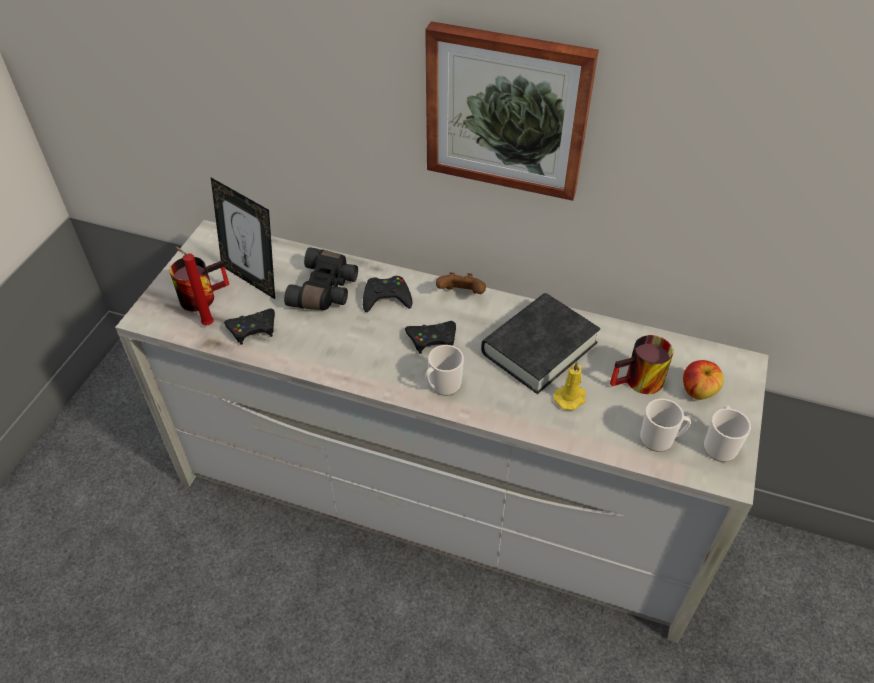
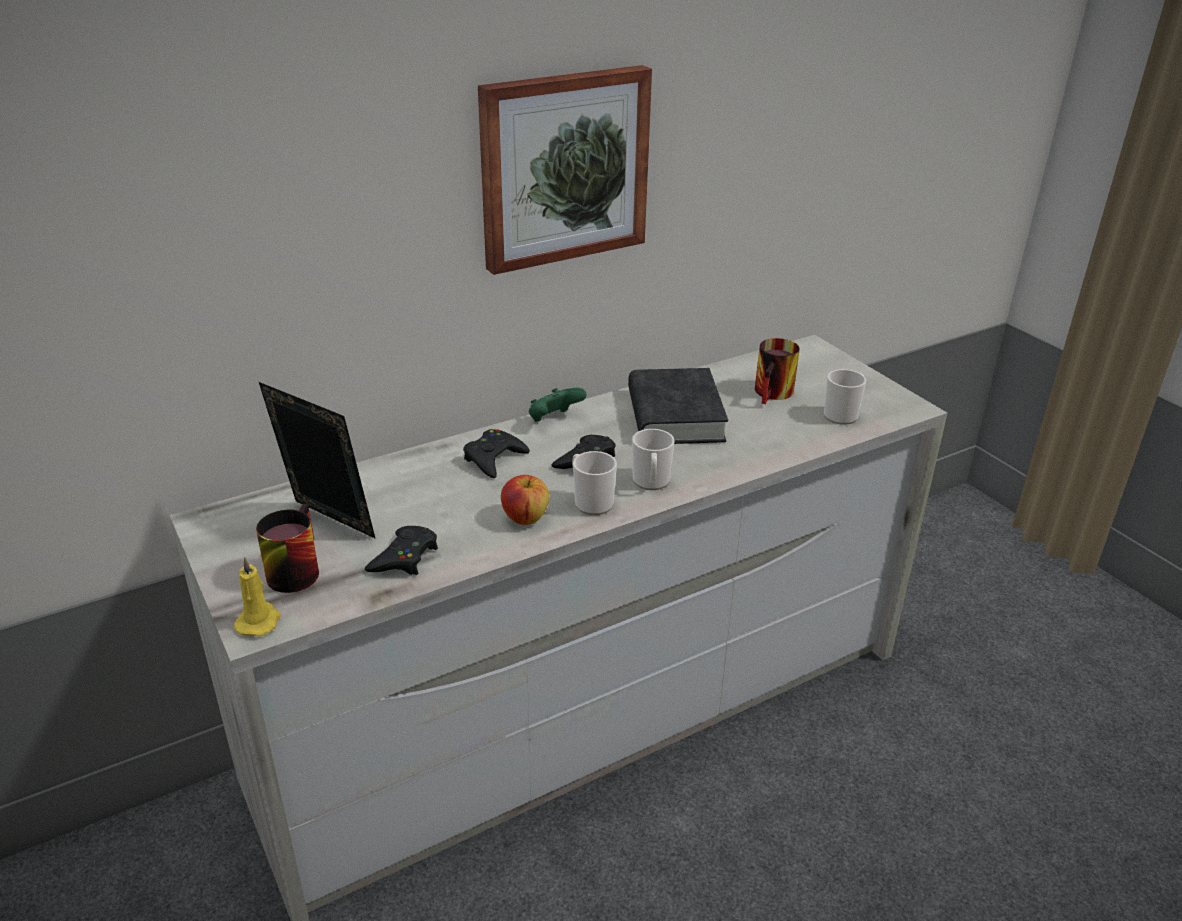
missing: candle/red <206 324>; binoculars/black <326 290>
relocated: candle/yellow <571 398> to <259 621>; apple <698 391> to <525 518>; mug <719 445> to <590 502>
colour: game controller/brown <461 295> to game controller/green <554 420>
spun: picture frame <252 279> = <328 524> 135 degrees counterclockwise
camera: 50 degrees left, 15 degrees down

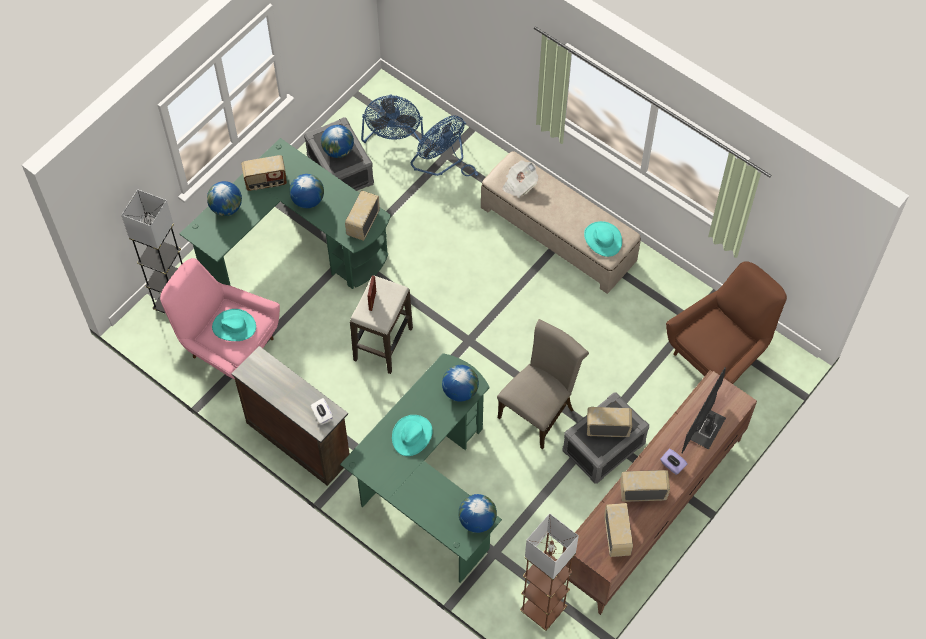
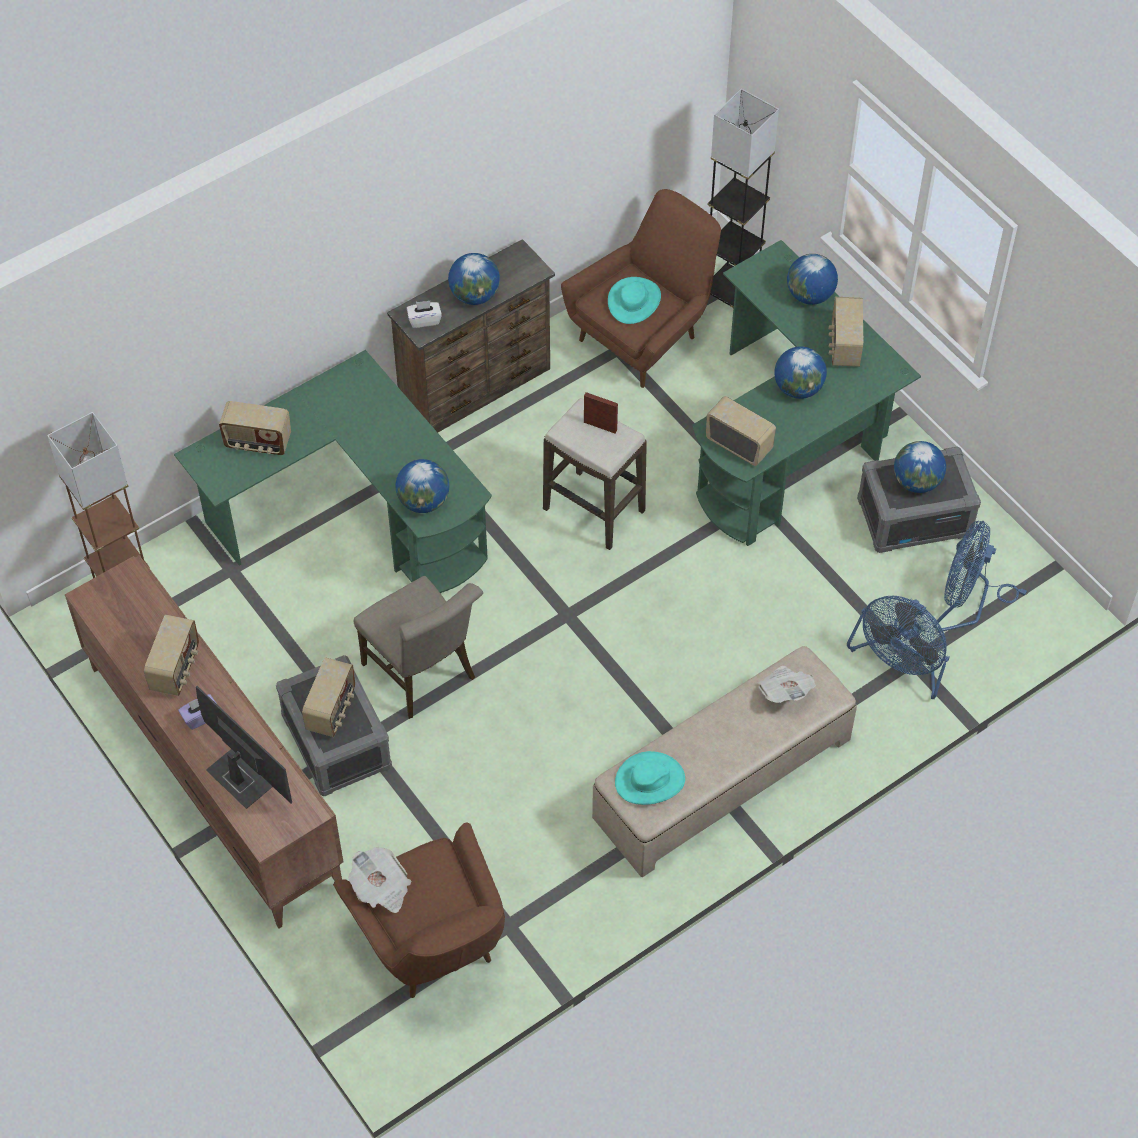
missing: hat/turquoise <412 435>
appeared: newspaper <381 888>
relocated: radio <617 536> to <258 443>; globe <477 520> to <475 295>
colour: armchair/pink <227 347> to armchair/brown <644 337>
spun: fan/blue <446 161> = <899 658> 150 degrees clockwise
camera: 105 degrees right, 5 degrees down

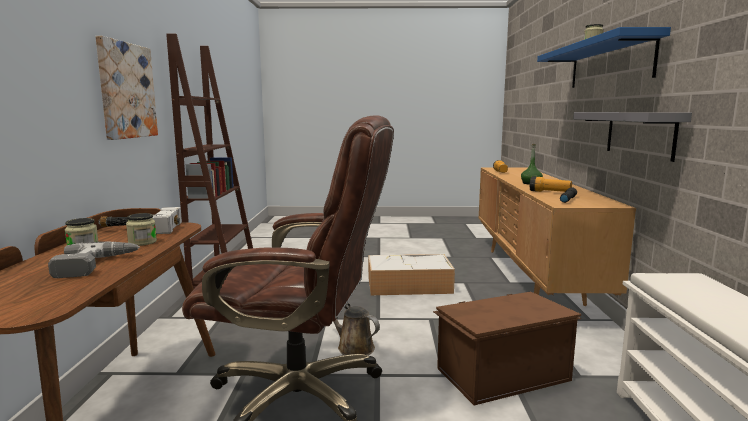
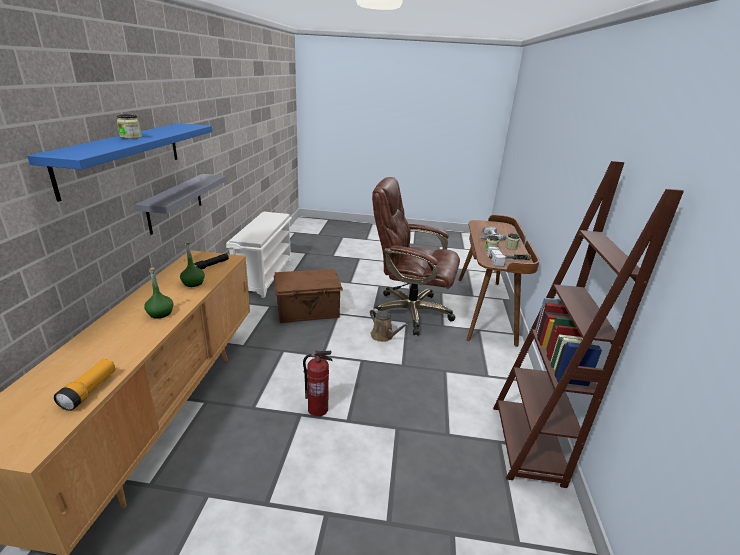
missing: picture <126 91>
exchanged: flashlight <550 192> to bottle/green <193 283>; storage box <407 285> to fire extinguisher <318 409>
camera: 175 degrees left, 15 degrees up

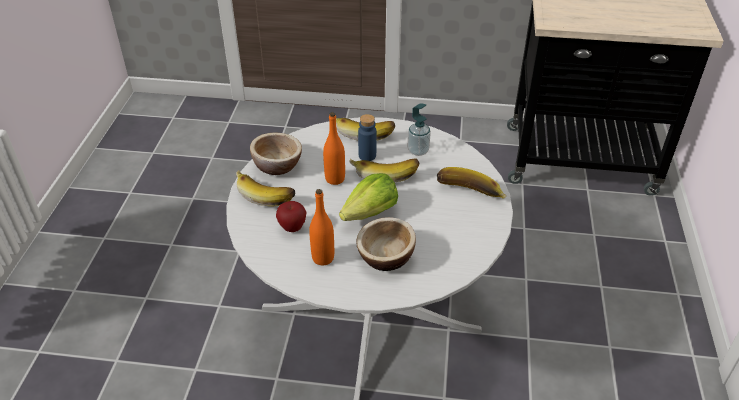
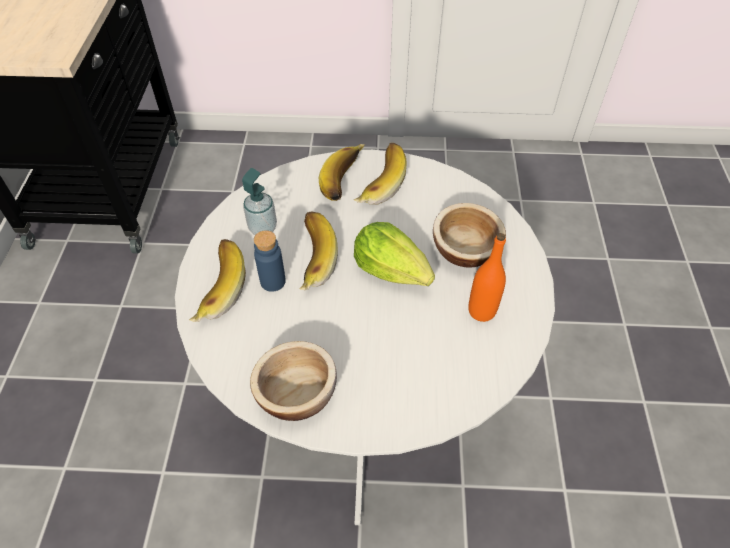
missing: apple <292 228>; bottle/orange <335 179>
relocated: banana <266 194> to <377 183>
camera: 95 degrees left, 10 degrees up

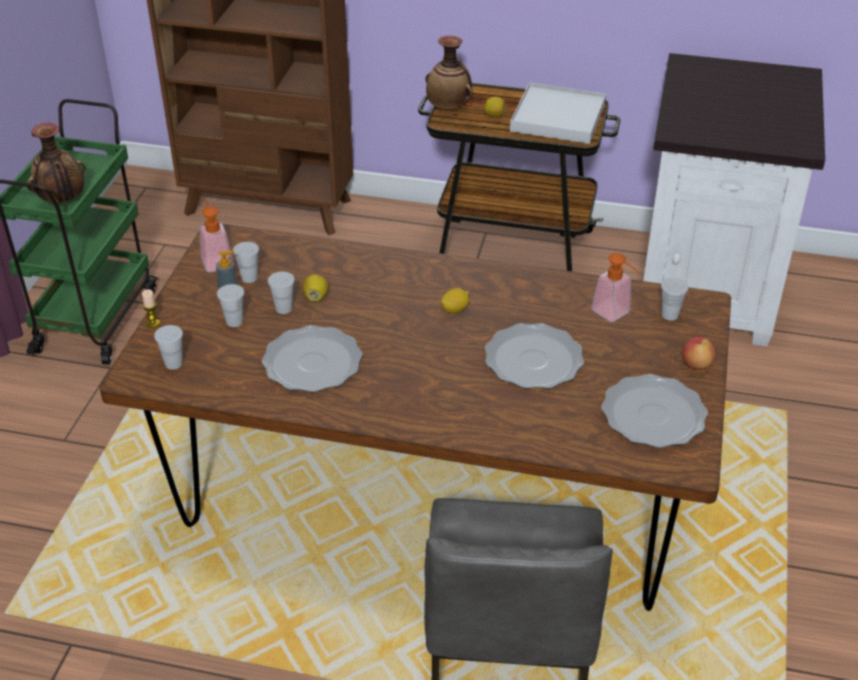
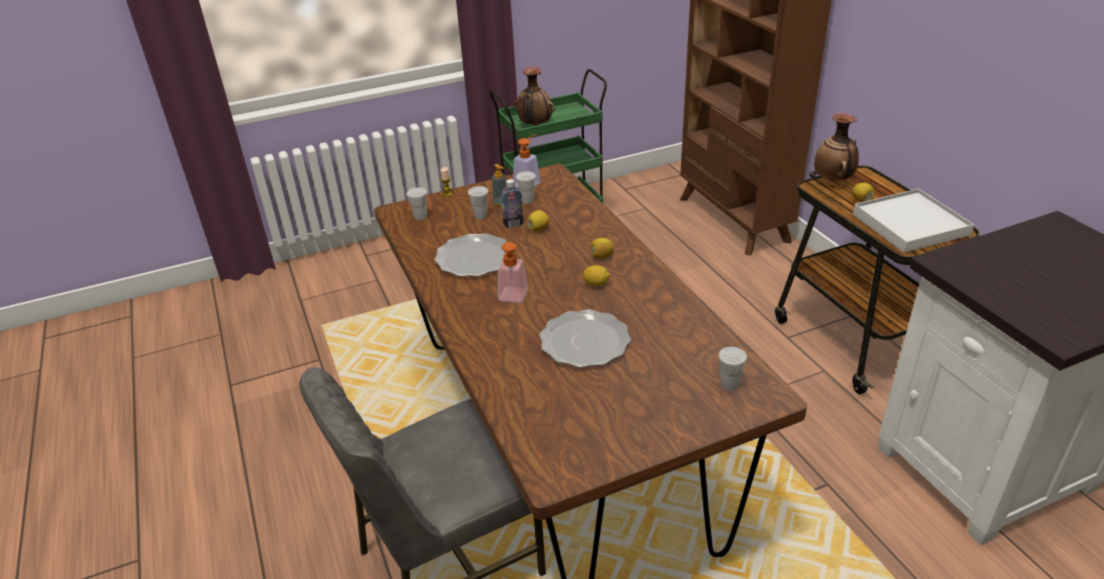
missing: plate <652 415>; apple <696 364>
appeared: lemon <601 257>
relocated: soap dispenser <615 314> to <511 299>
exchanged: cup/white <284 308> to bottle <513 224>
camera: 55 degrees right, 5 degrees down

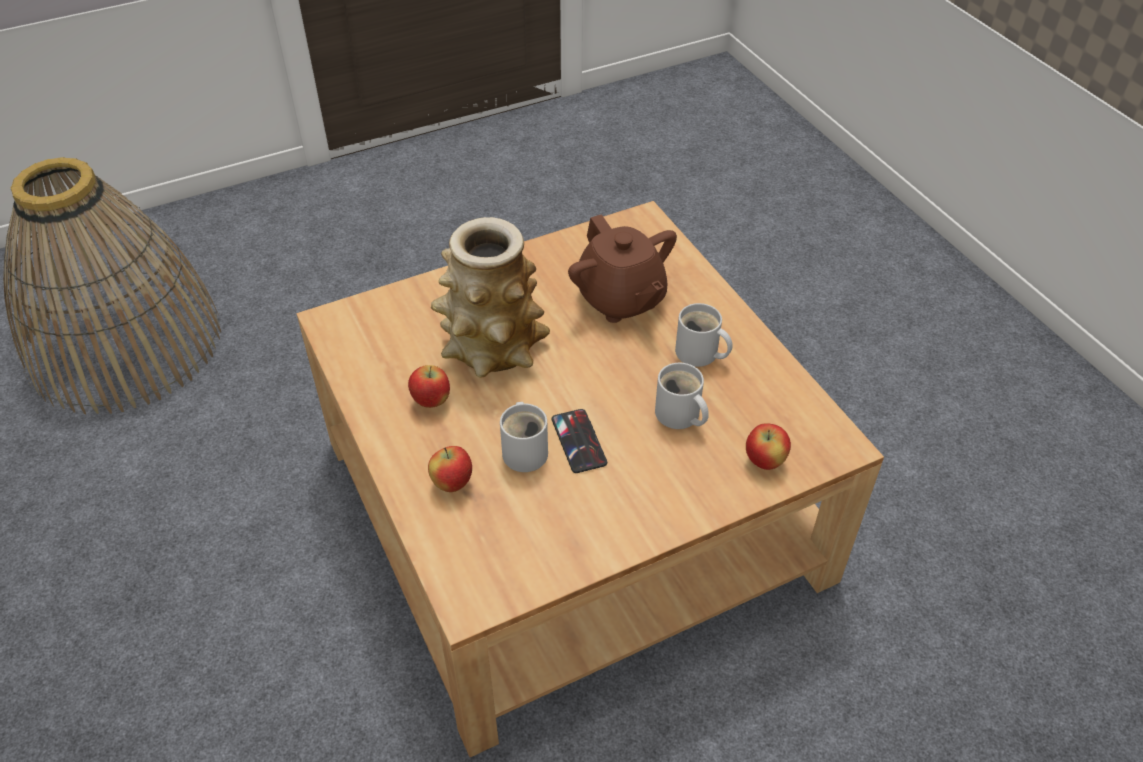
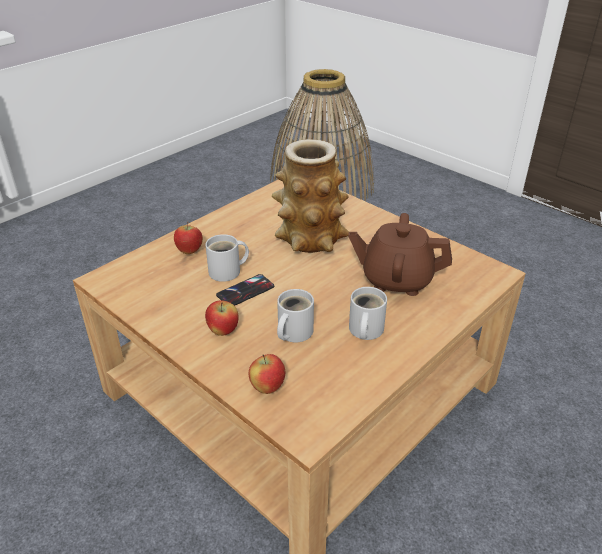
relocated: apple <431 401> to <223 331>
spun: teapot/brown <621 299> = <396 280> 60 degrees clockwise
camera: 70 degrees right, 10 degrees down

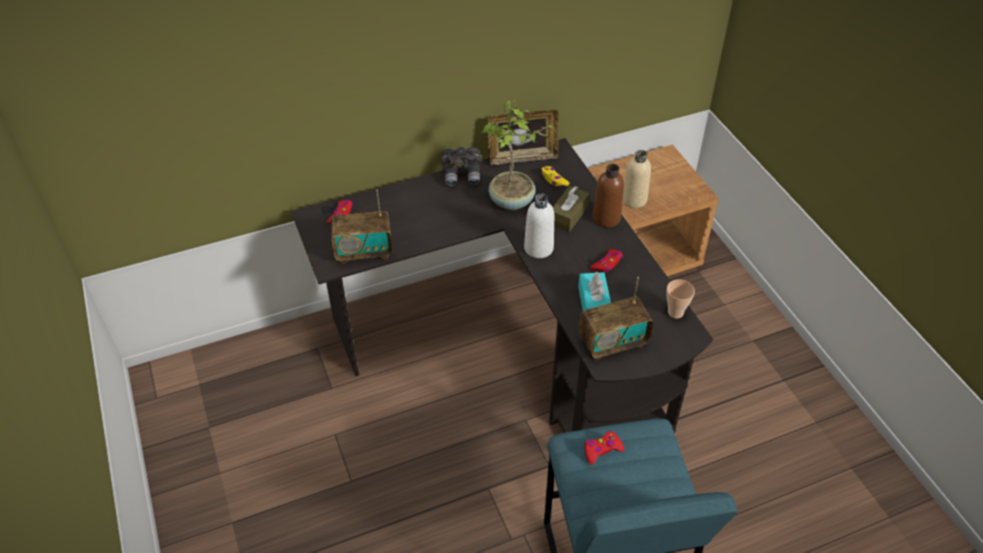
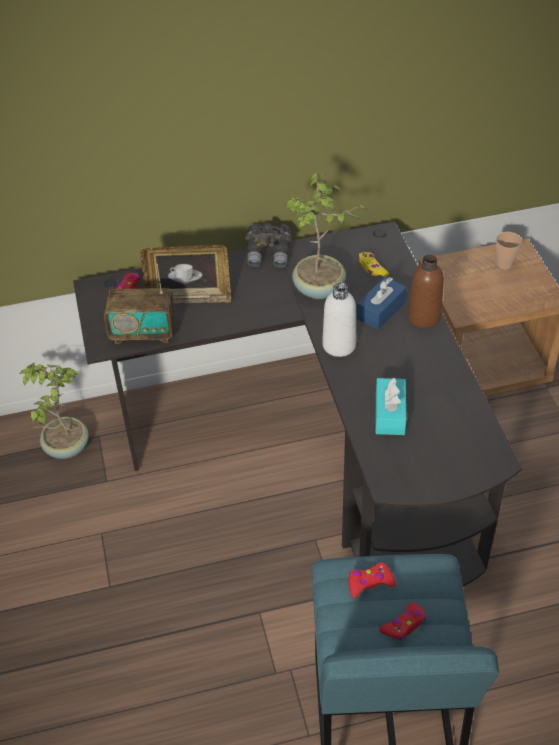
missing: radio <612 343>; bottle/beige <634 200>
appeared: potted plant <65 447>
relocated: picture frame <522 157> to <189 297>; game controller/red <607 264> to <404 625>; cup <675 312> to <504 264>
colour: tissue box/brown <568 215> to tissue box/blue <381 310>
camera: 10 degrees right, 0 degrees up

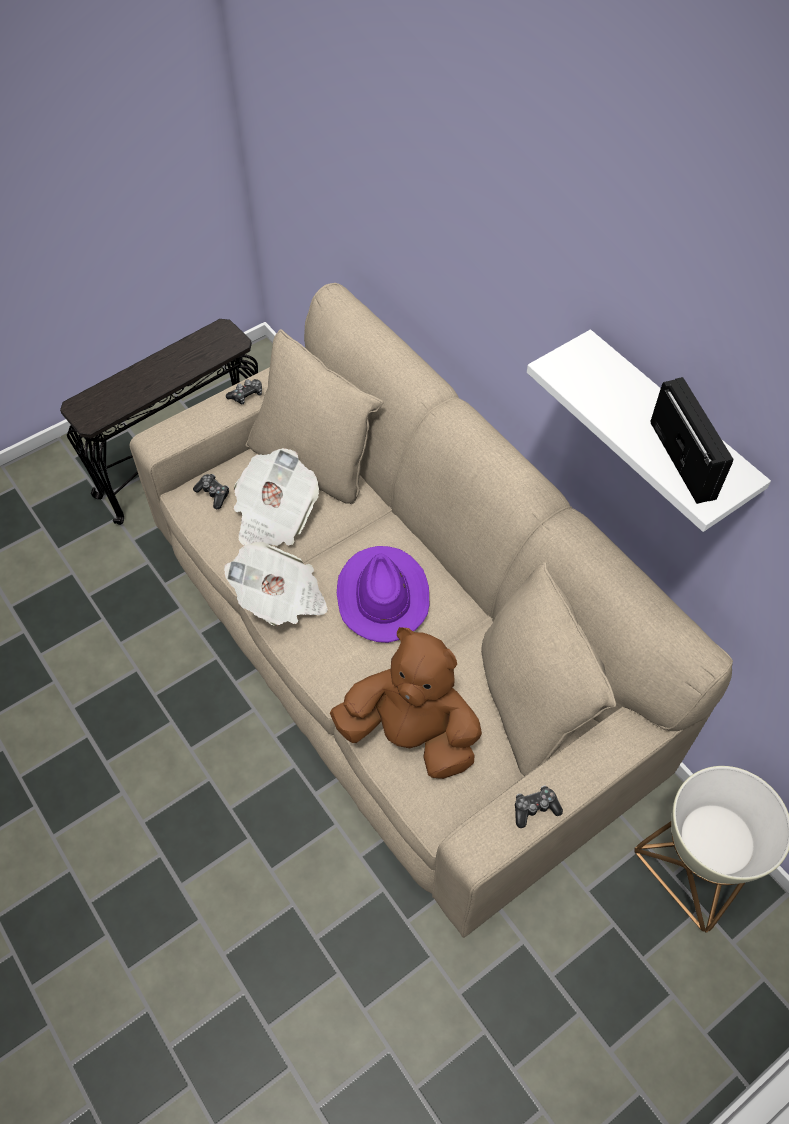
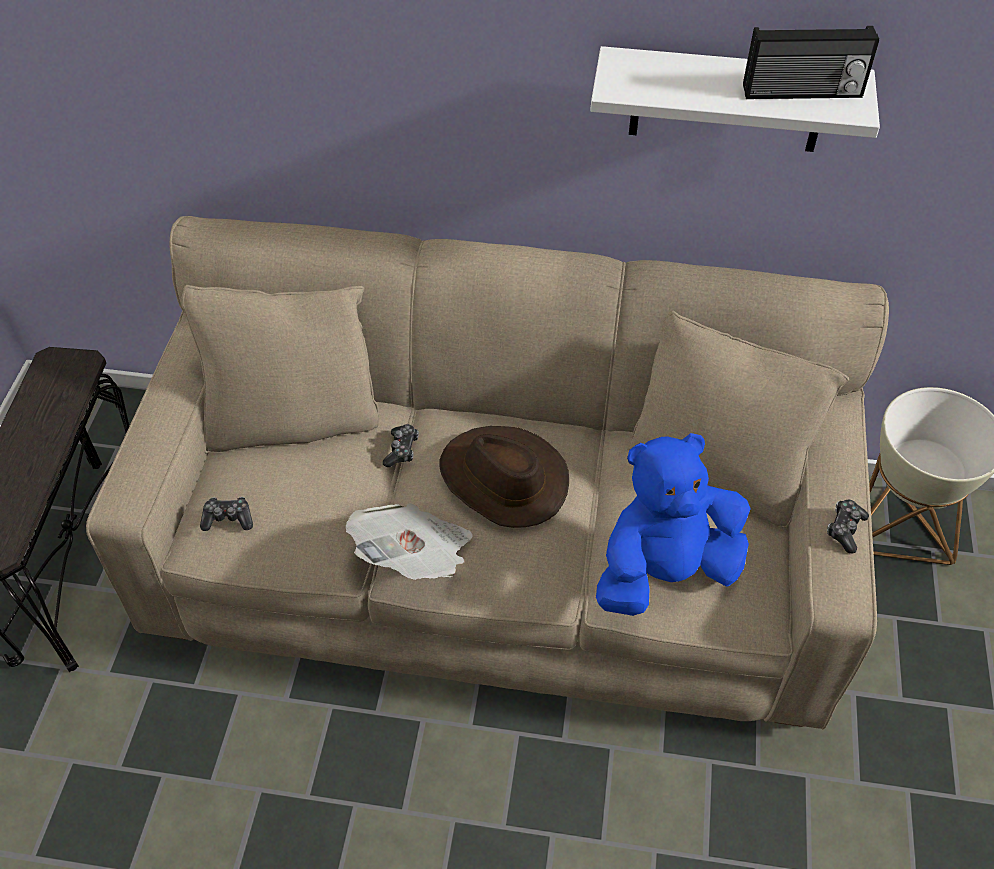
missing: newspaper <274 515>
relocated: game controller <246 395> to <401 450>
colour: hat/purple <382 595> to hat/brown <502 480>; plush toy/brown <411 734> to plush toy/blue <664 571>
spun: radio <684 459> = <802 93> 150 degrees clockwise
camera: 45 degrees left, 5 degrees down

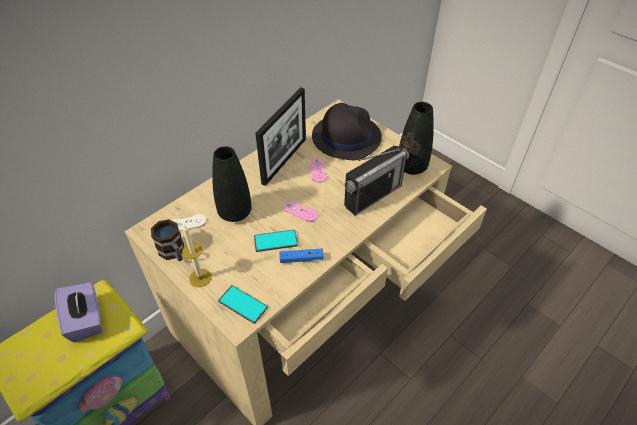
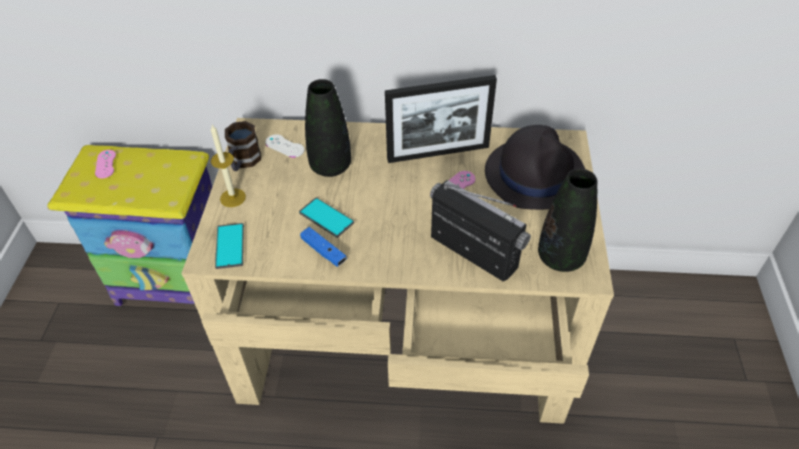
missing: tissue box/purple <86 320>
relocated: game controller/pink <301 211> to <105 164>
spun: radio <373 196> = <473 252> 150 degrees counterclockwise
camera: 50 degrees right, 0 degrees up

